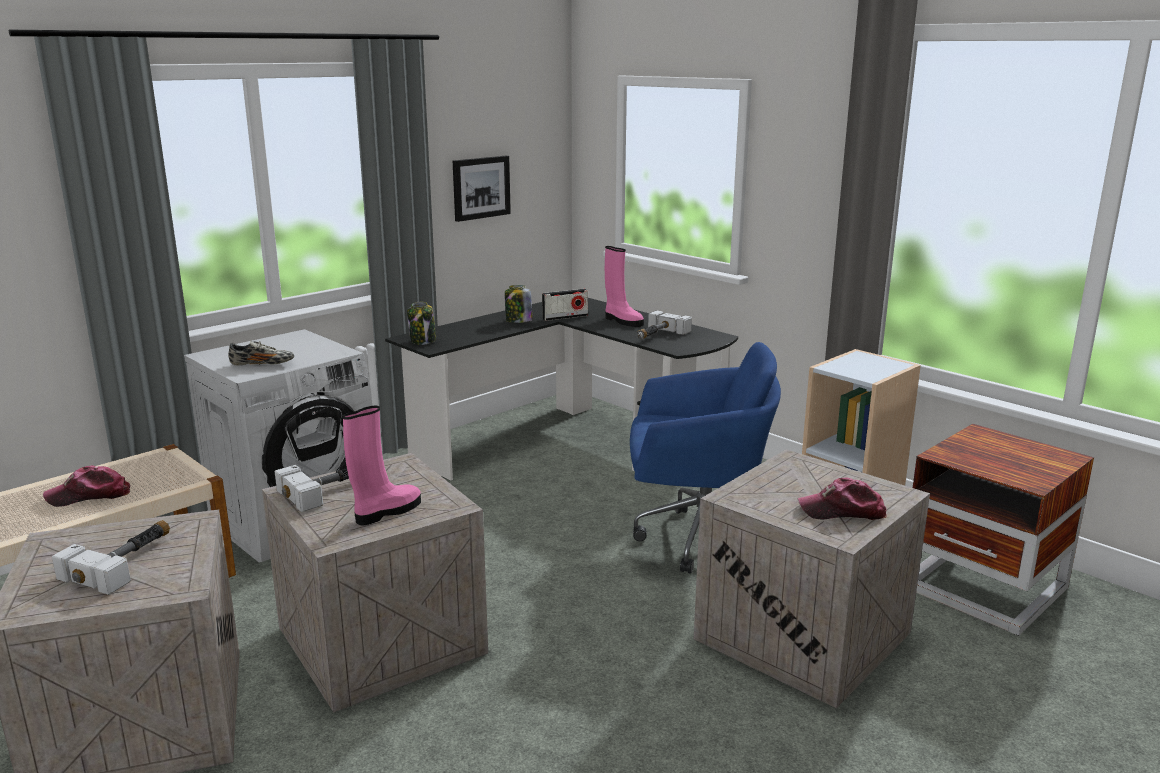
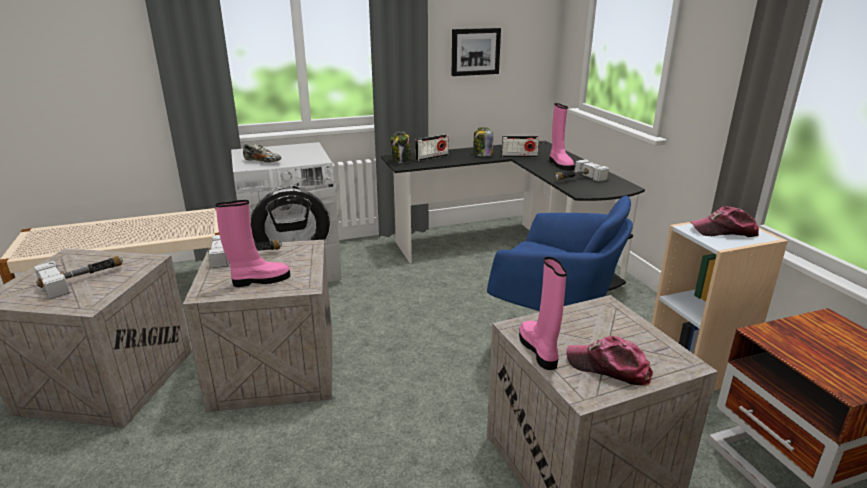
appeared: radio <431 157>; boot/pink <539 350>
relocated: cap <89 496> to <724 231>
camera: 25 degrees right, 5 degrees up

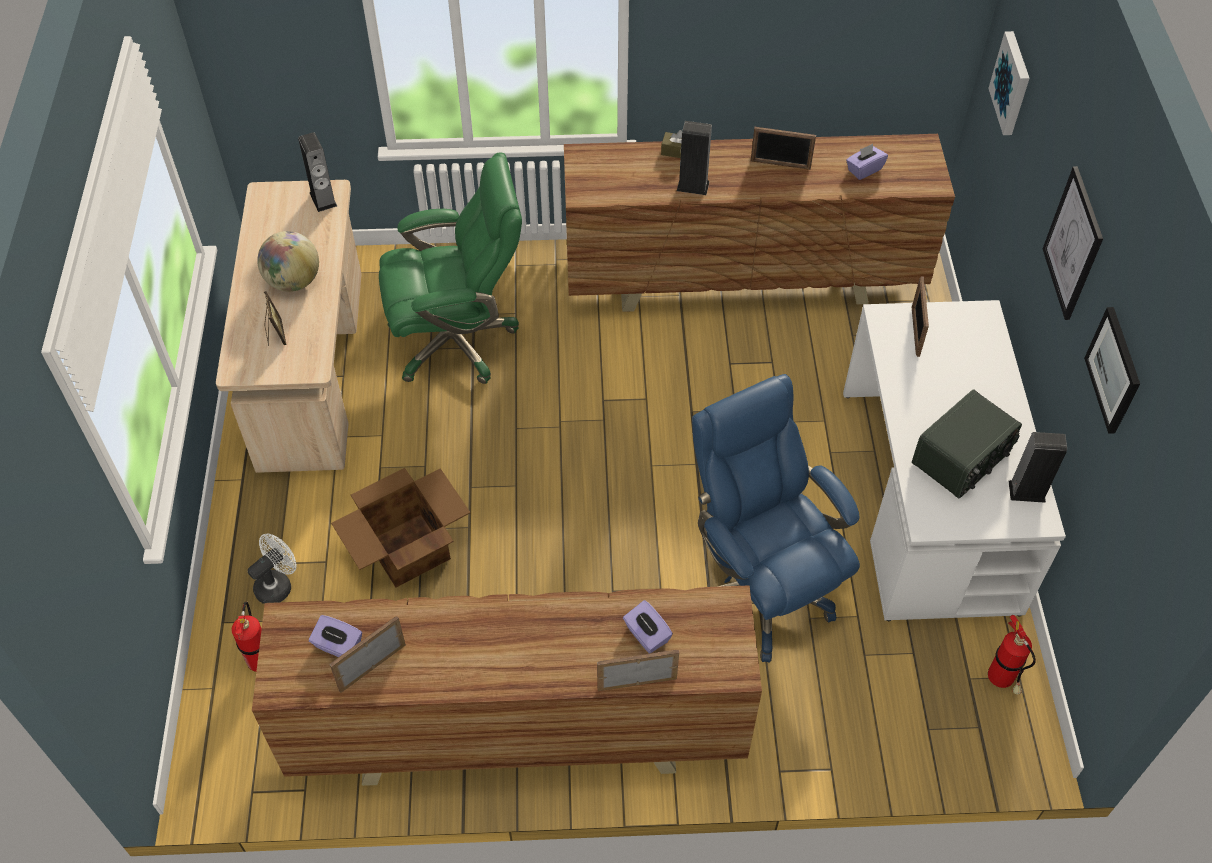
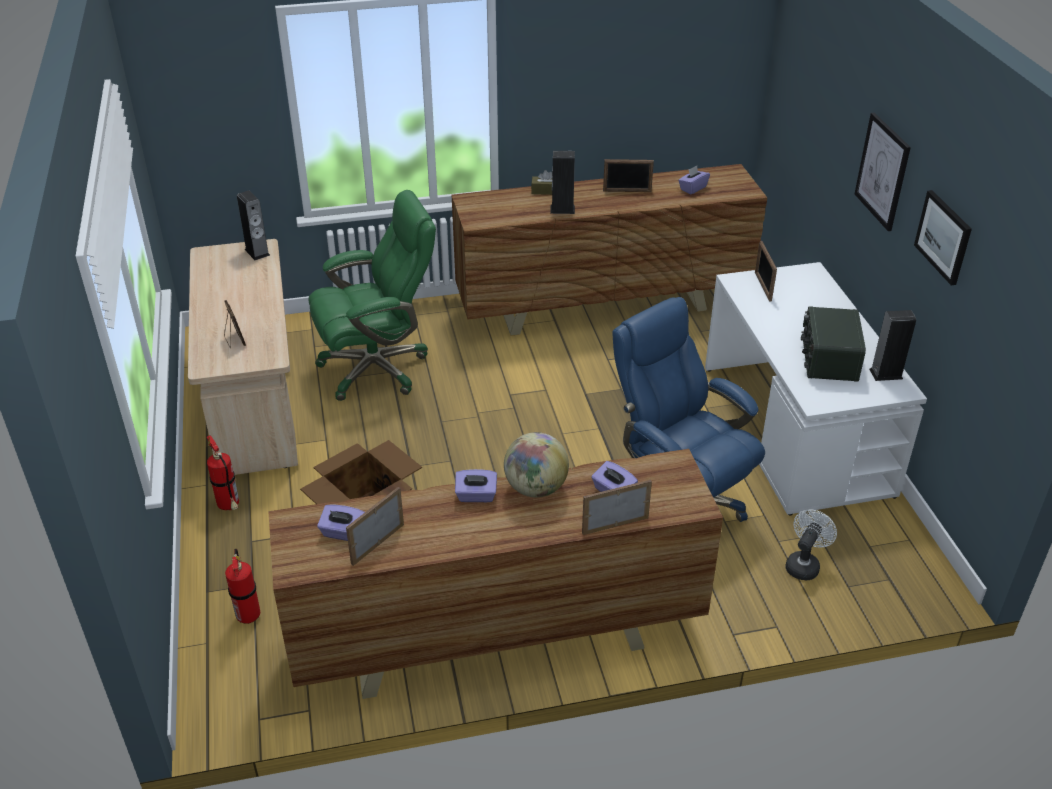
missing: picture <1012 83>
appeared: tissue box/purple <476 496>
relocated: fire extinguisher <1001 681> to <230 507>; globe <293 281> to <535 488>; fan/white <278 584> to <804 564>
spun: radio <962 458> = <828 359> 150 degrees clockwise
camera: 10 degrees left, 15 degrees down

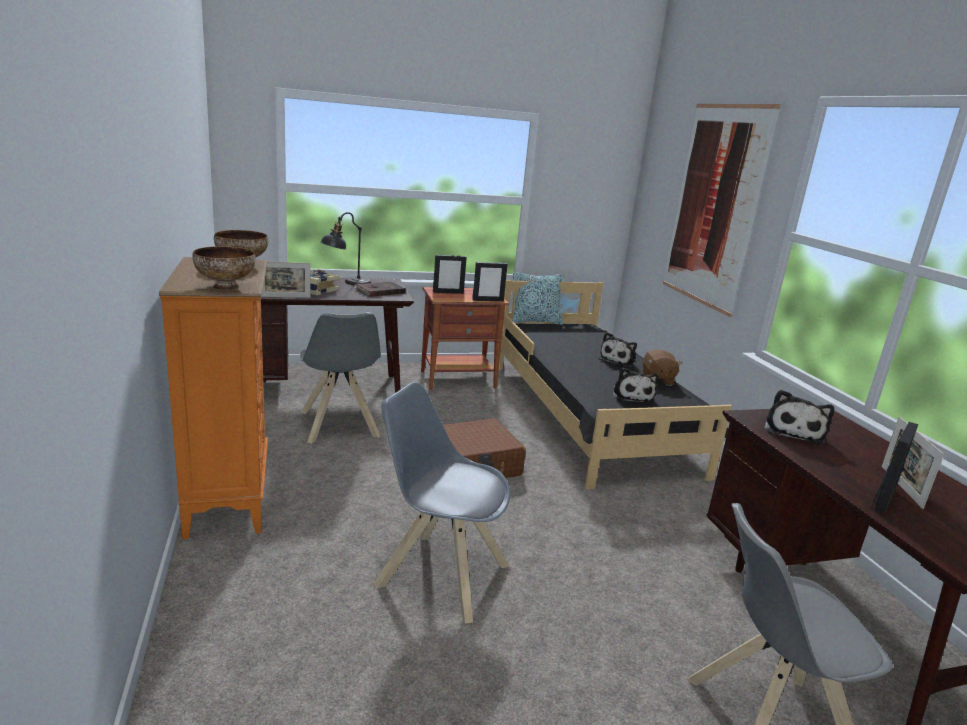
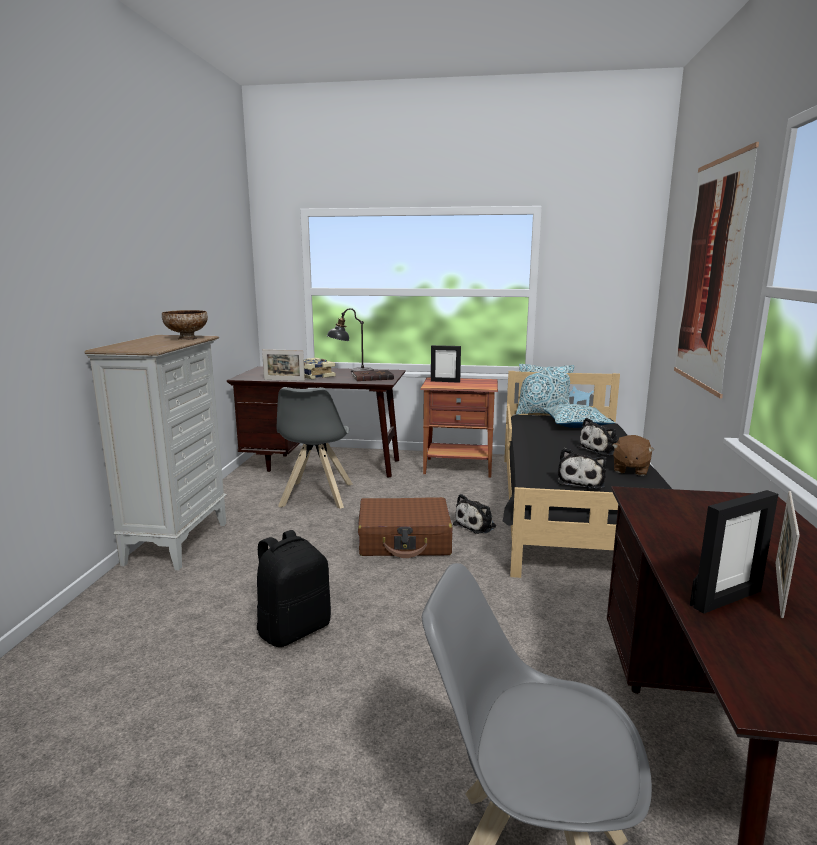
missing: bowl <225 287>; picture frame <488 300>
appeared: pillow <576 424>
relocated: plush toy <793 431> to <477 525>
exchanged: chair/grey <439 574> to backpack/black <294 629>
colour: dresser/orange <230 500> to dresser/white <180 542>
camera: 25 degrees right, 5 degrees down

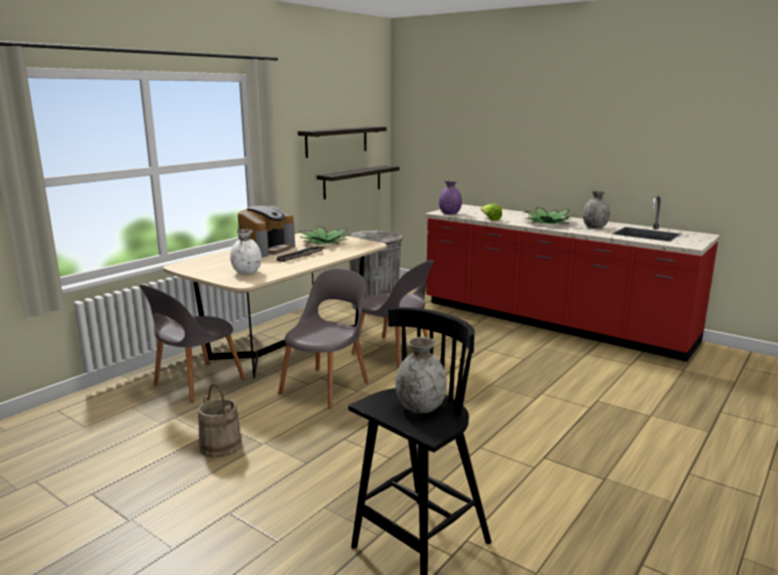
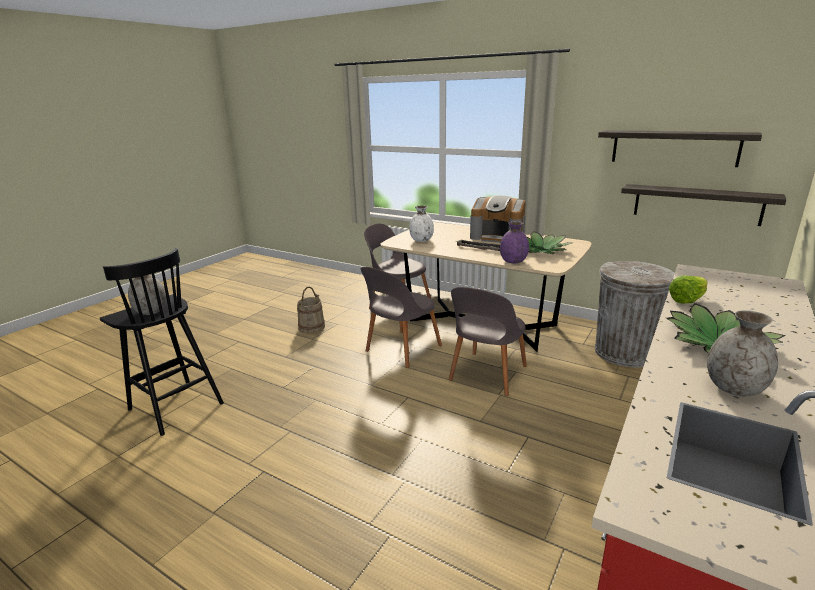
relocated: vase/purple <450 213> to <513 261>
spun: chair/grey <326 386> = <401 349> 105 degrees clockwise
camera: 85 degrees right, 5 degrees up

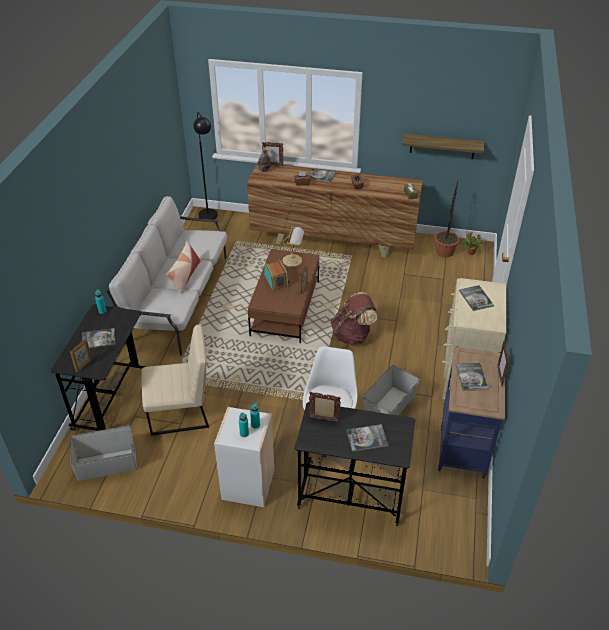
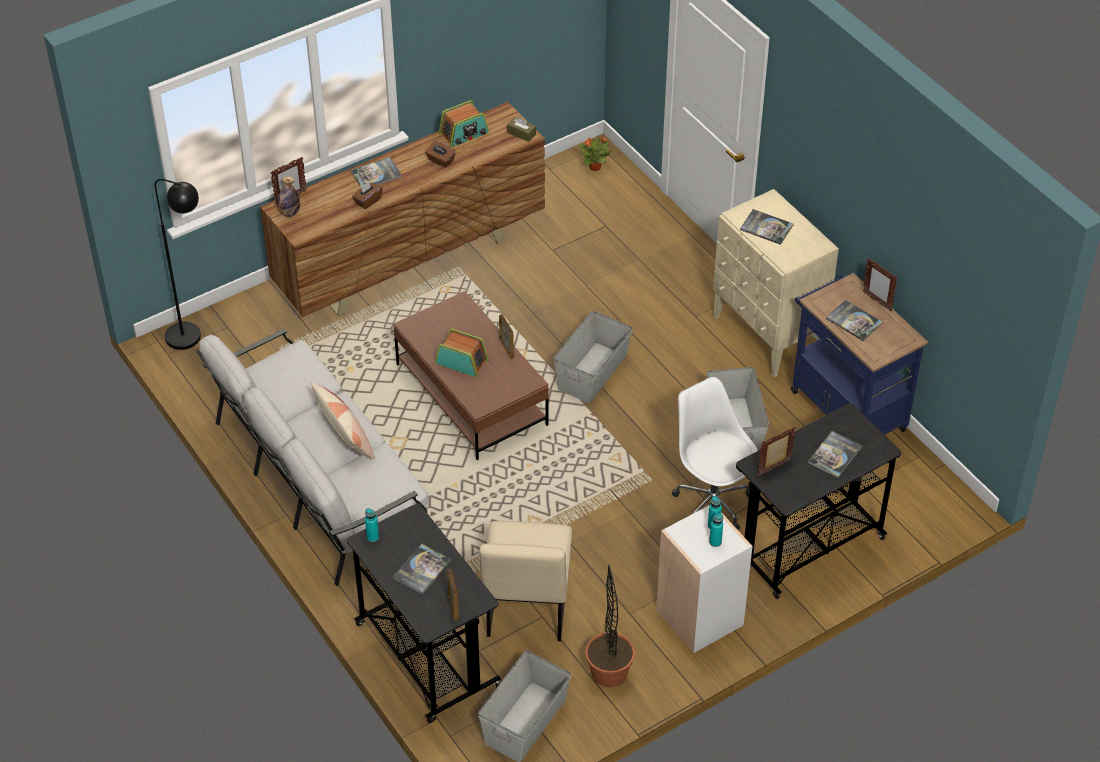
missing: table lamp <293 260>; shelf <442 146>
appeared: radio <464 133>
relocated: potted plant <444 252> to <609 672>
exchanged: backpack/brown <352 335> to storage box/grey <593 372>
spun: chair/beige <181 413> = <526 606> 150 degrees clockwise
camera: 45 degrees left, 5 degrees up

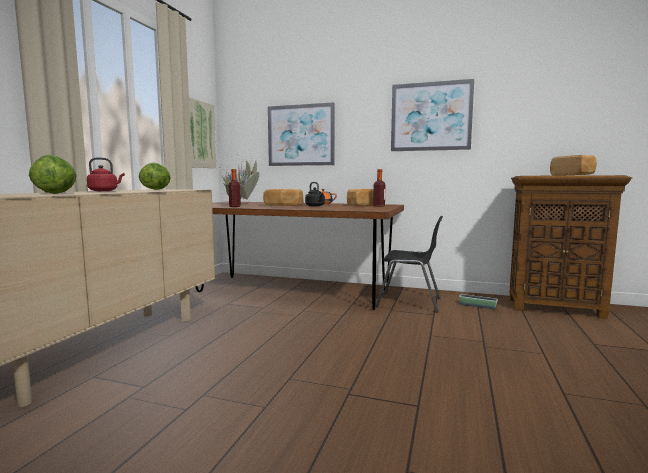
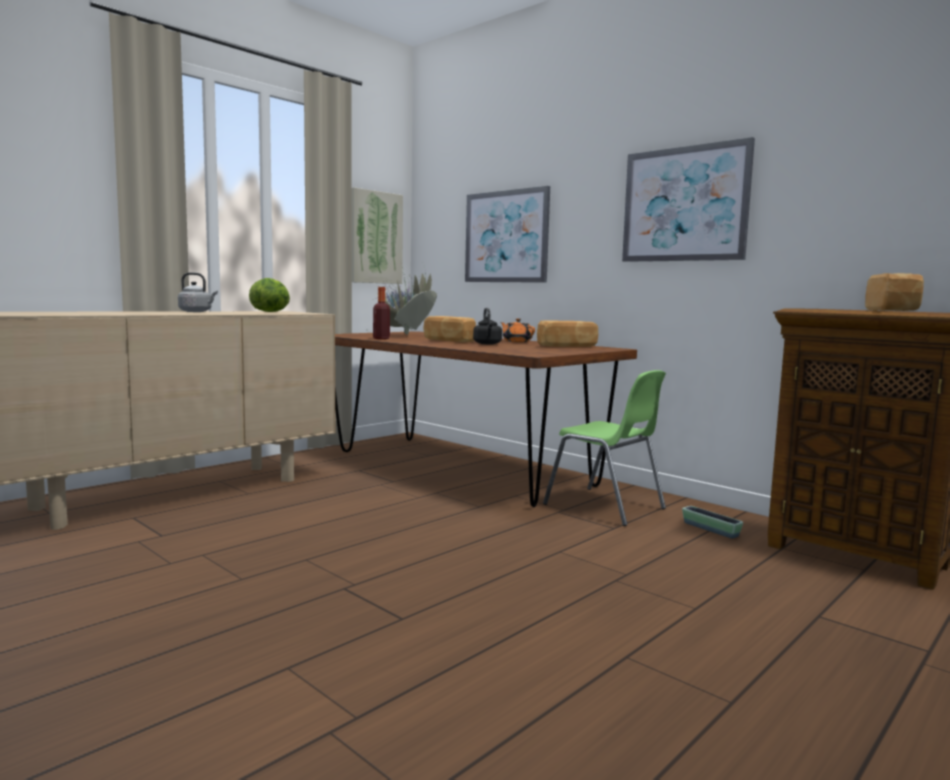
missing: lettuce <55 193>; bottle <379 206>
colour: kettle/red <104 191> to kettle/grey <197 311>; chair/black <410 302> to chair/green <606 507>
camera: 25 degrees right, 0 degrees up

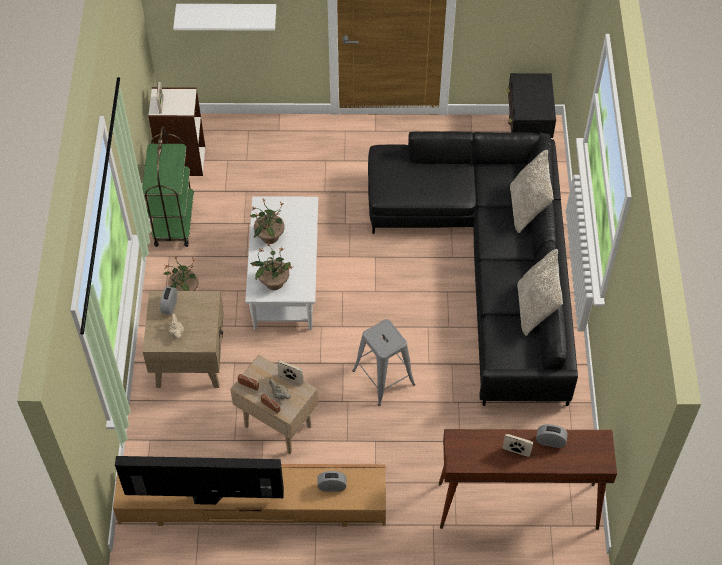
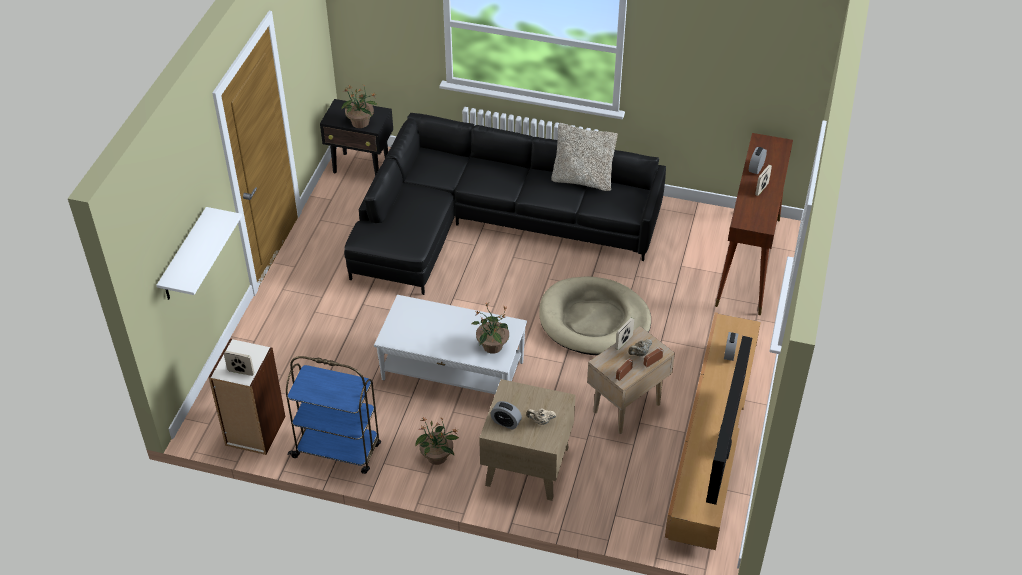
missing: pillow/beige <528 208>
relocated: potted plant <269 237> to <360 123>
exchanged: stool/grey <383 377> to dog bed/beige <594 320>
colour: cart/green <173 221> to cart/blue <337 452>
camera: 75 degrees left, 10 degrees down

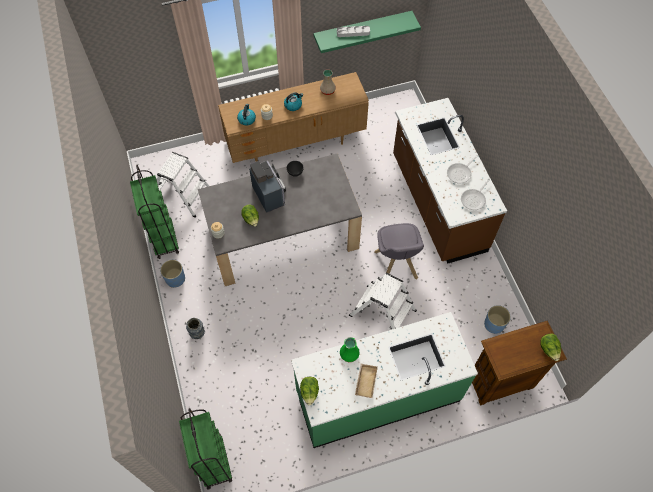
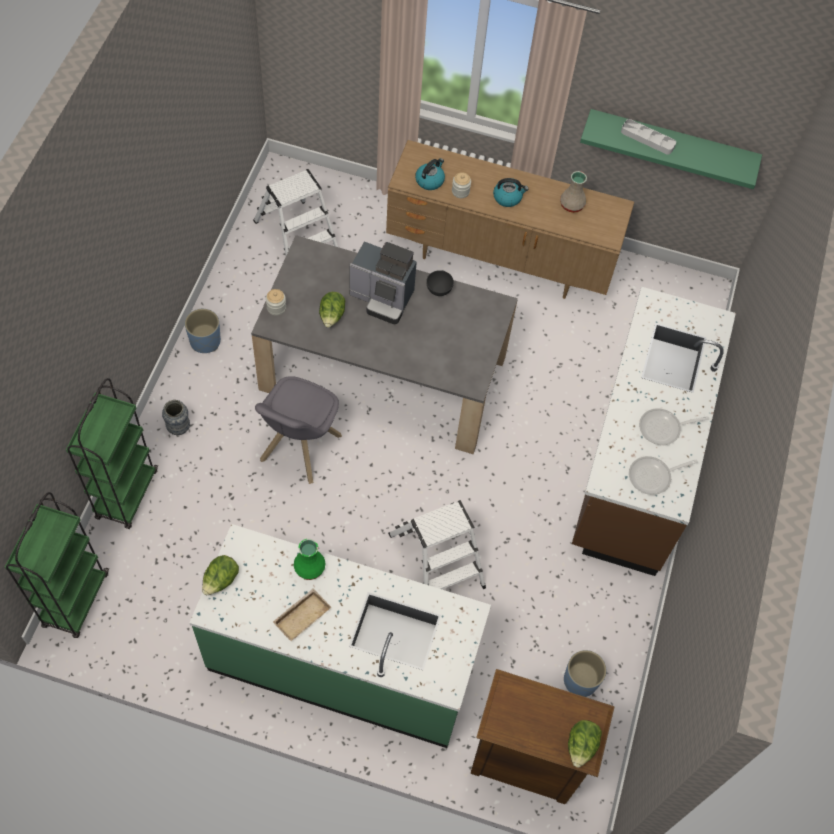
relocated: cart/green <164 240> to <126 495>; chair/grey <396 265> to <299 448>
spun: coffee machine <270 194> = <383 298> 105 degrees clockwise
camera: 30 degrees right, 0 degrees up

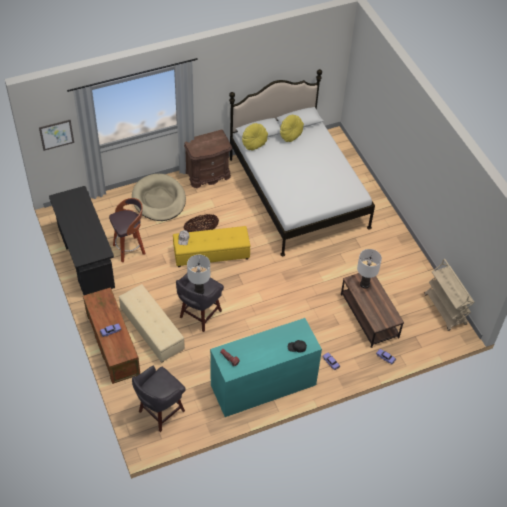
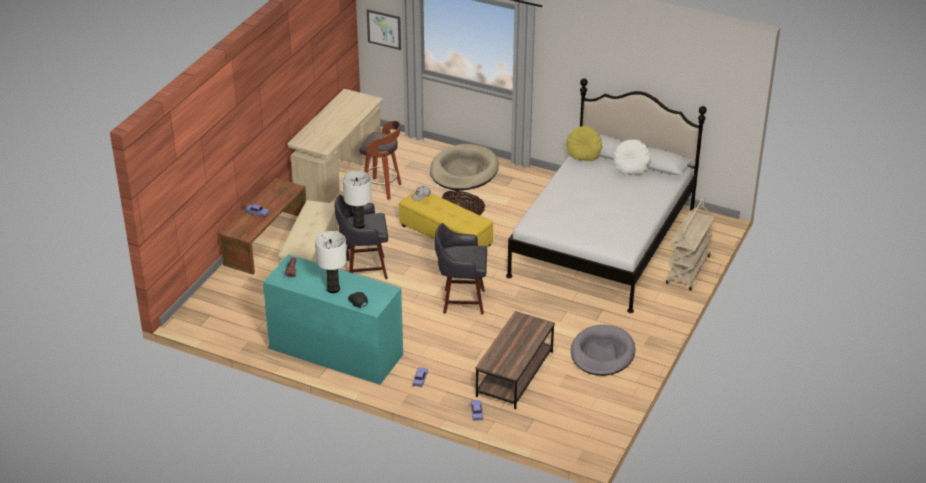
missing: nightstand/brown <208 175>
appeared: dog bed/grey <602 353>
relocated: table lamp/white <364 284> to <333 289>; stool/grey <160 412> to <461 301>; cart/beige <445 309> to <688 270>
colour: desk/black <85 258> to desk/beige <338 173>; pillow/yellow <290 137> to pillow/white <631 171>
camera: 50 degrees right, 15 degrees down

